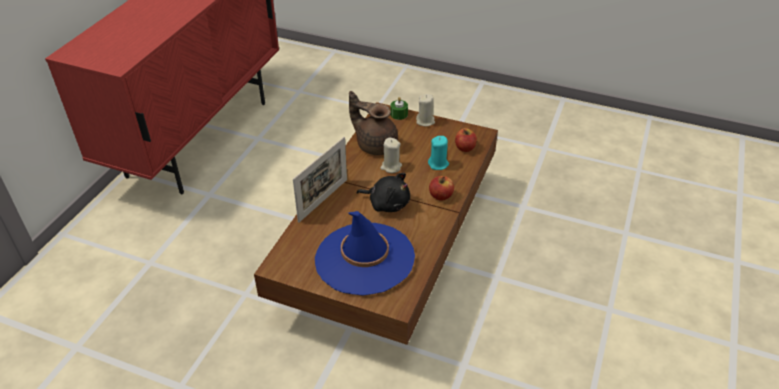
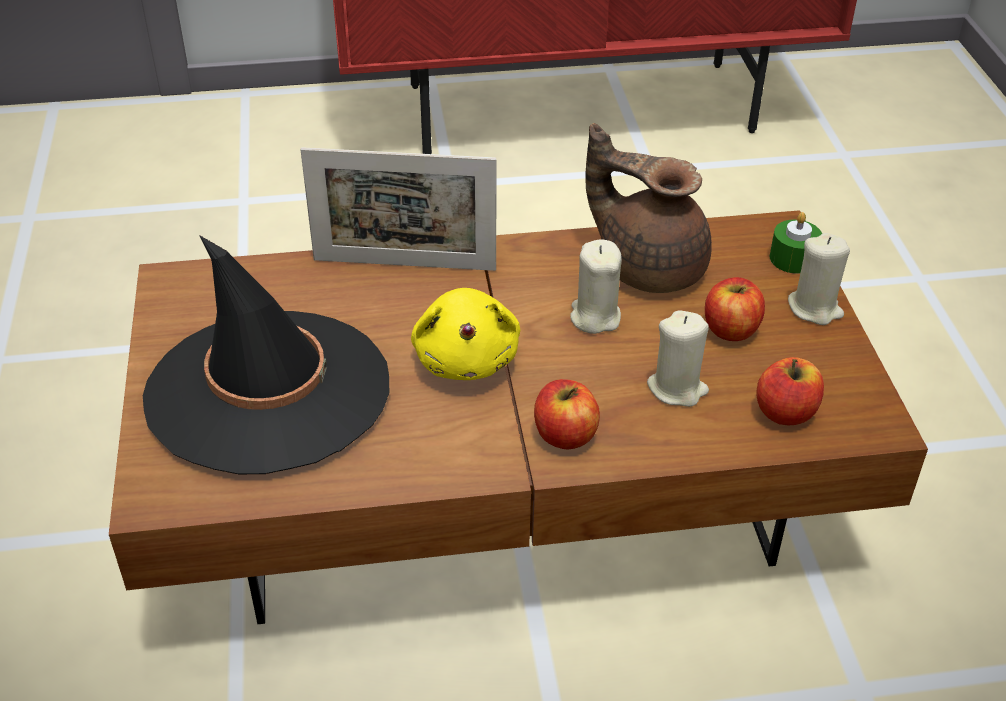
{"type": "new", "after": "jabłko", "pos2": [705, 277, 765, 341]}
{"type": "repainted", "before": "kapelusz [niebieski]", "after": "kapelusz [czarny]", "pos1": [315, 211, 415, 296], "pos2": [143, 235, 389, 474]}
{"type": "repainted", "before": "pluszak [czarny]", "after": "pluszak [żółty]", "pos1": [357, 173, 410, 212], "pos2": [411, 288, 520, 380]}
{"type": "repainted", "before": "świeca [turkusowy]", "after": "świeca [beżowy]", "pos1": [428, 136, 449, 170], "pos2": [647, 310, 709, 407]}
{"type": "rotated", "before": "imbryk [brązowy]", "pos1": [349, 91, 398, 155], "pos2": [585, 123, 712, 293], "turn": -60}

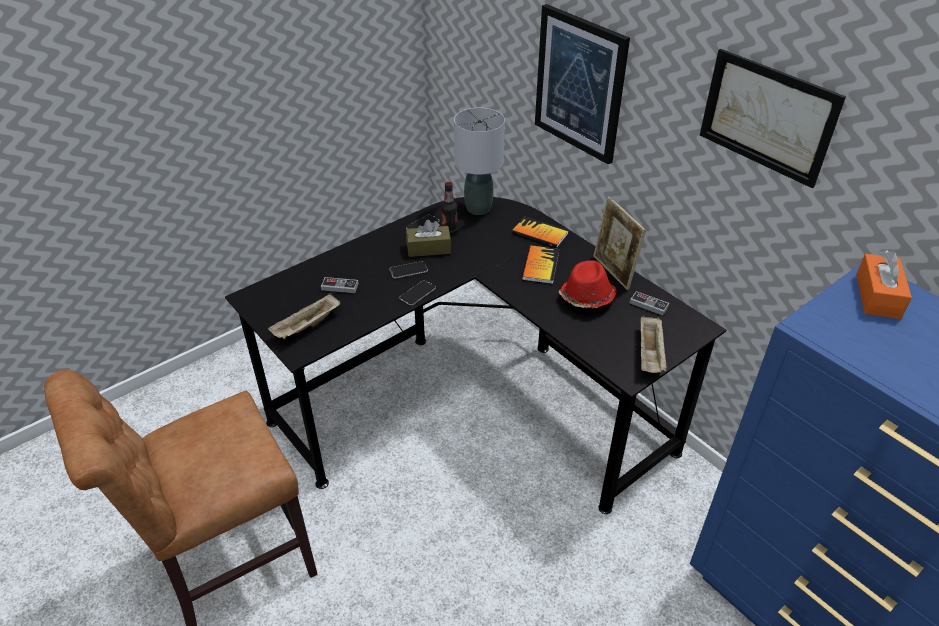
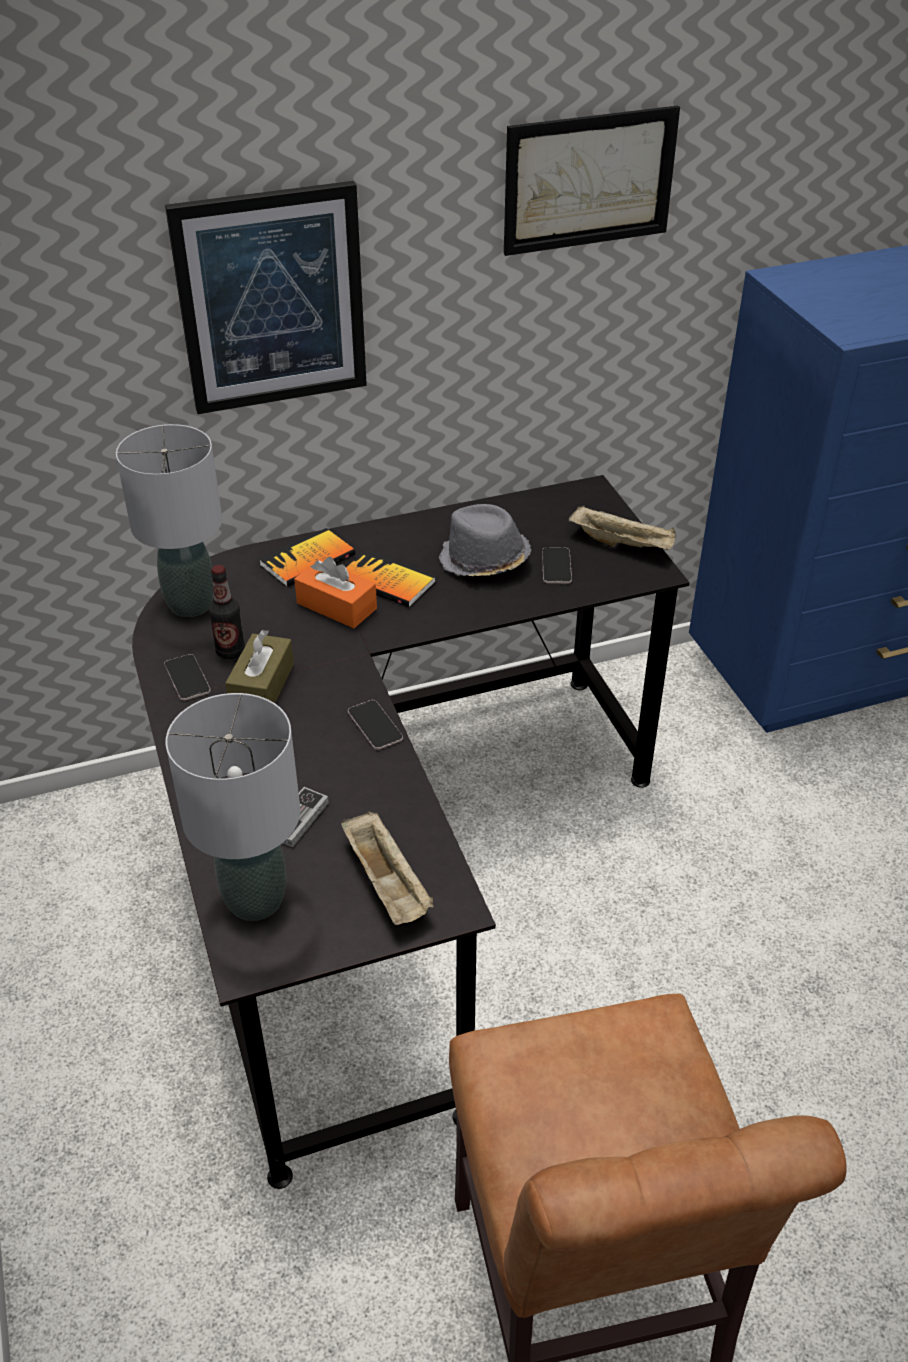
{"type": "gone", "before": "ramka na zdjęcie", "pos1": [593, 196, 646, 290]}
{"type": "gone", "before": "pad do gier", "pos1": [630, 291, 669, 316]}
{"type": "new", "after": "lampa stołowa [szary]", "pos2": [165, 693, 300, 921]}
{"type": "shifted", "before": "telefon", "pos1": [390, 261, 428, 278], "pos2": [542, 547, 572, 584]}
{"type": "shifted", "before": "pudełko chusteczek [pomarańczowy]", "pos1": [856, 250, 912, 319], "pos2": [294, 557, 377, 628]}
{"type": "repainted", "before": "kapelusz [czerwony]", "after": "kapelusz [szary]", "pos1": [558, 260, 617, 308], "pos2": [439, 504, 531, 576]}

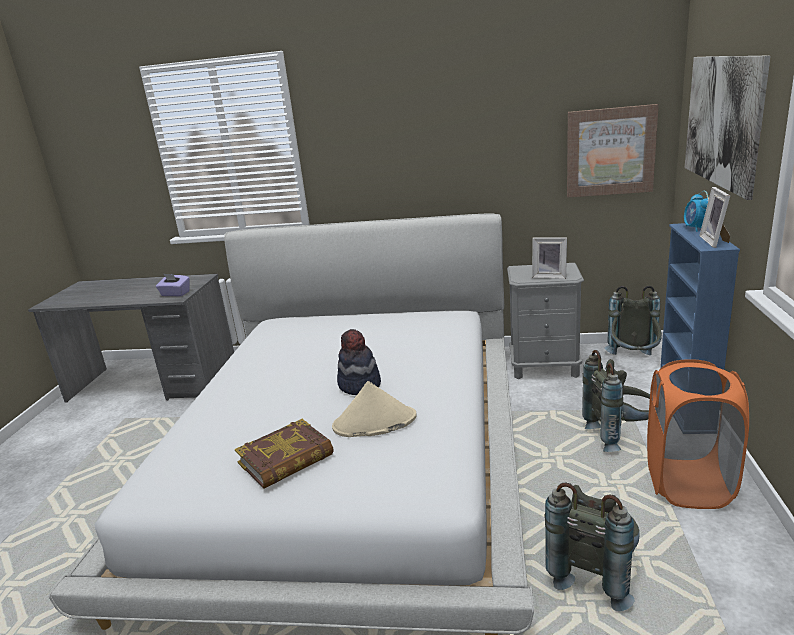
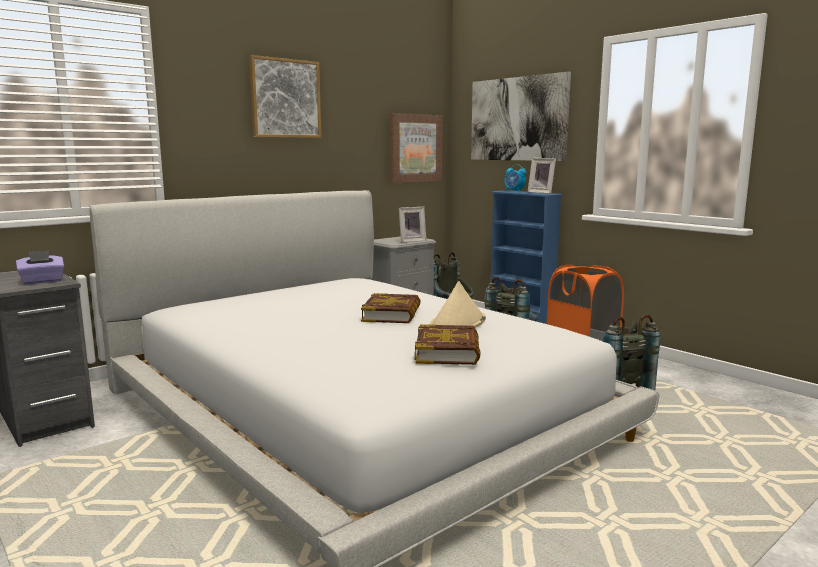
{"type": "new", "after": "obraz", "pos2": [249, 55, 321, 138]}
{"type": "swapped", "before": "kapelusz", "after": "książka", "pos1": [337, 329, 381, 395], "pos2": [361, 293, 421, 323]}

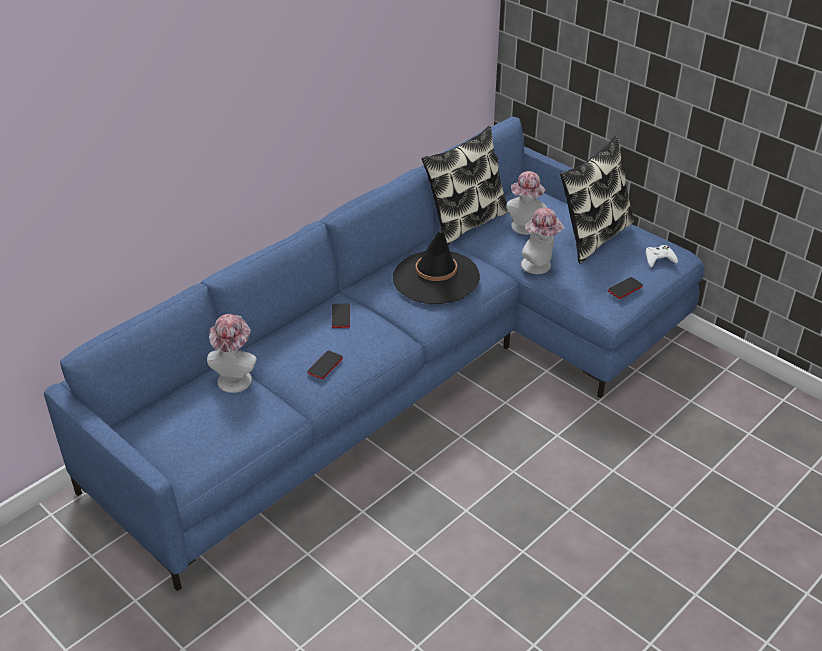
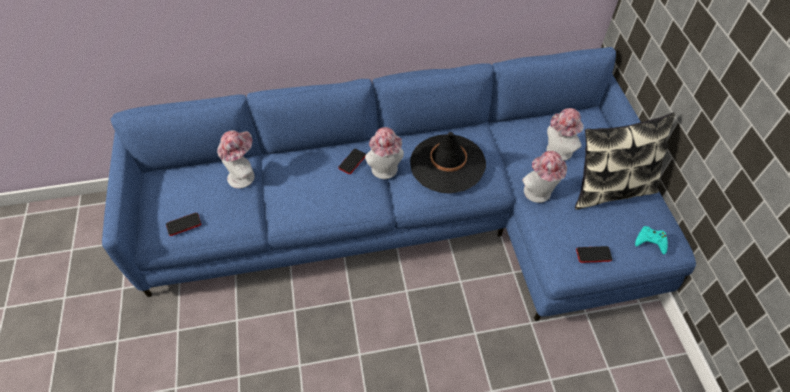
{"type": "gone", "before": "poduszka", "pos1": [422, 126, 508, 245]}
{"type": "new", "after": "kapelusz", "pos2": [365, 127, 404, 179]}
{"type": "shifted", "before": "telefon", "pos1": [308, 350, 343, 379], "pos2": [166, 213, 201, 236]}
{"type": "repainted", "before": "pad do gier [biały]", "after": "pad do gier [turkusowy]", "pos1": [646, 245, 678, 268], "pos2": [635, 226, 668, 254]}

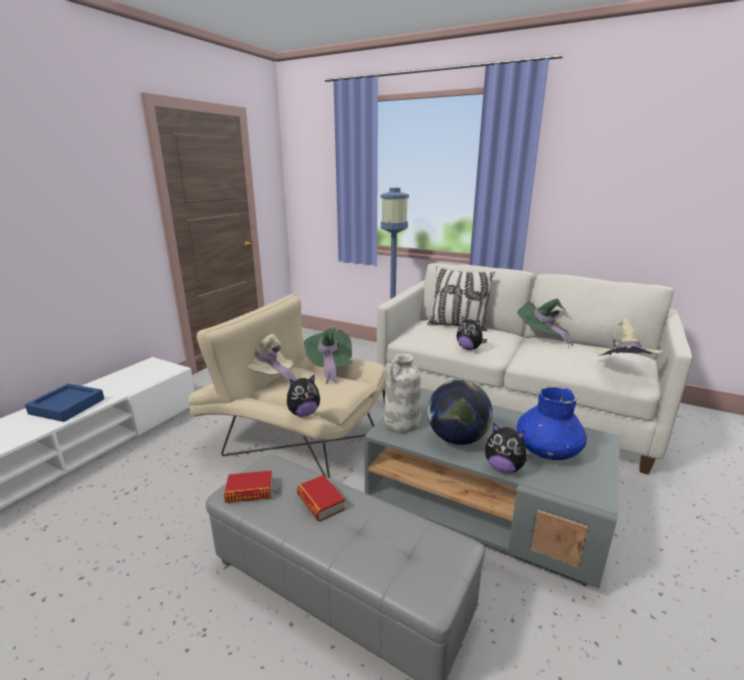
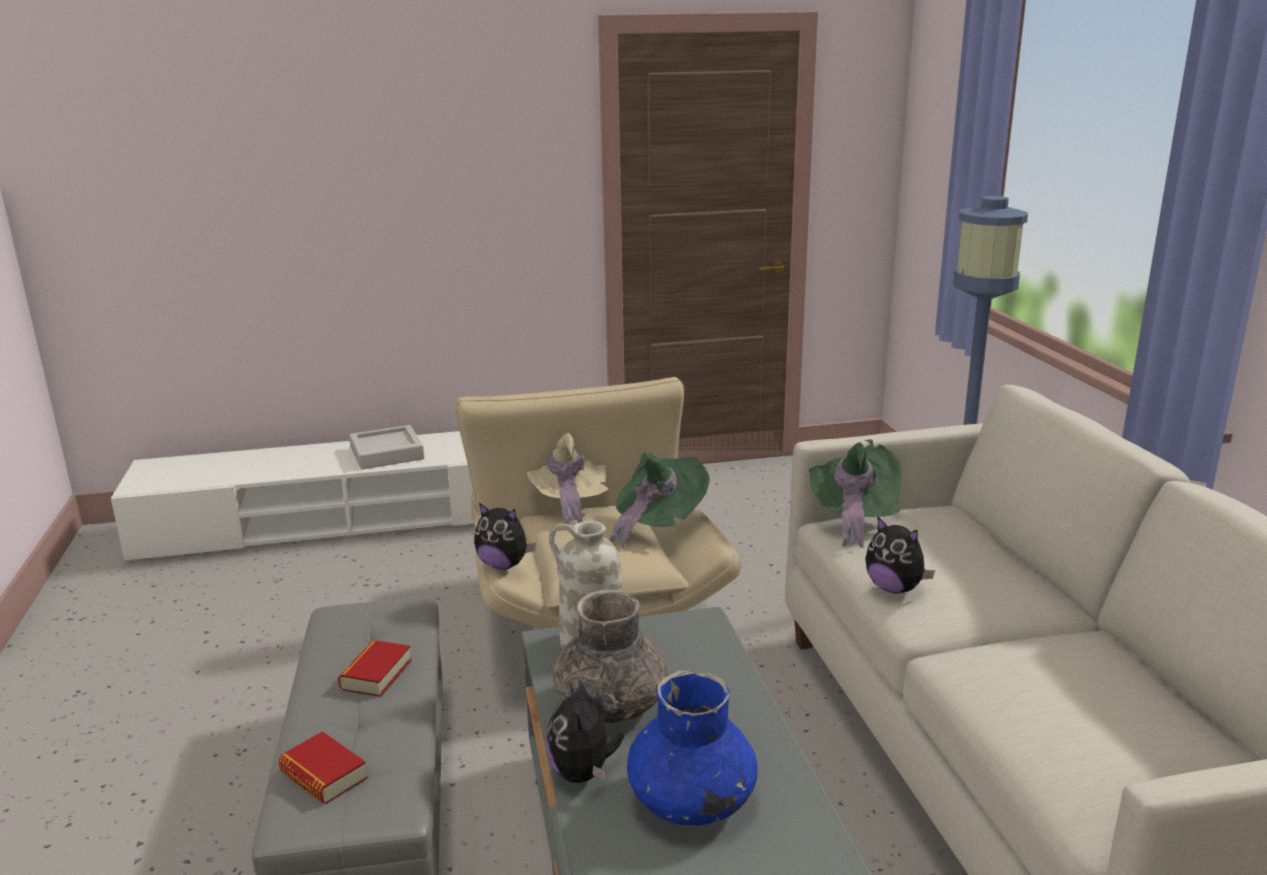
{"type": "gone", "before": "poduszka", "pos1": [427, 266, 495, 331]}
{"type": "gone", "before": "kapelusz [beżowy]", "pos1": [593, 318, 663, 356]}
{"type": "shifted", "before": "książka", "pos1": [224, 470, 273, 503], "pos2": [278, 731, 368, 804]}
{"type": "shifted", "before": "kapelusz [zielony]", "pos1": [517, 299, 574, 346], "pos2": [809, 439, 901, 548]}
{"type": "swapped", "before": "globus", "after": "wazon [szary]", "pos1": [427, 380, 493, 445], "pos2": [553, 589, 669, 723]}
{"type": "repainted", "before": "taca [niebieski]", "after": "taca [szary]", "pos1": [25, 384, 104, 422], "pos2": [349, 425, 424, 469]}
{"type": "rotated", "before": "pluszak", "pos1": [456, 316, 487, 350], "pos2": [865, 516, 935, 593], "turn": -45}

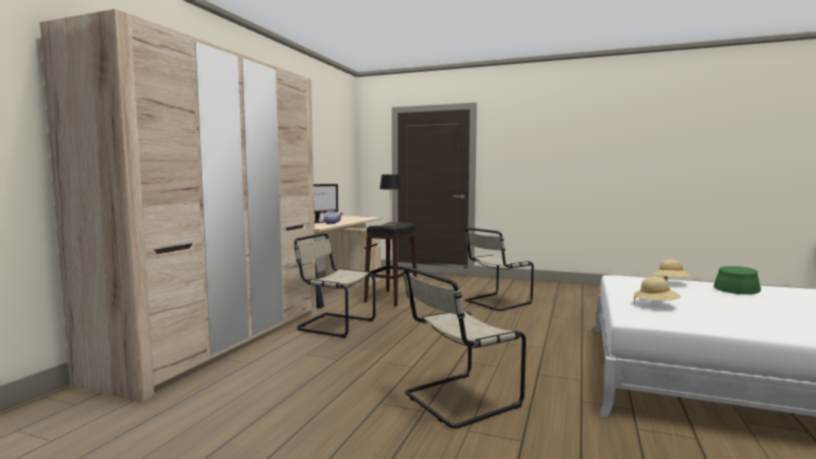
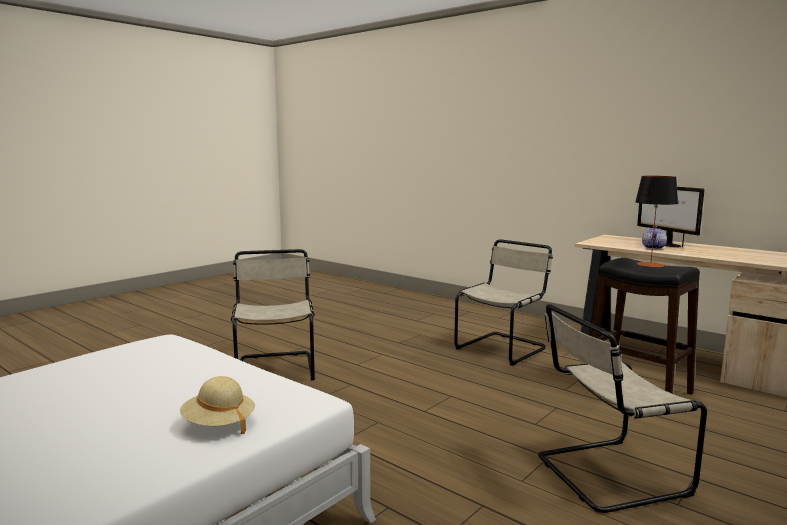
{"type": "gone", "before": "szafa [beżowy]", "pos1": [40, 9, 316, 402]}
{"type": "gone", "before": "kapelusz [beżowy]", "pos1": [634, 276, 681, 304]}
{"type": "gone", "before": "kapelusz [zielony]", "pos1": [714, 266, 761, 294]}
{"type": "rotated", "before": "krzesło [beżowy]", "pos1": [465, 227, 534, 311], "pos2": [538, 304, 707, 513], "turn": -90}

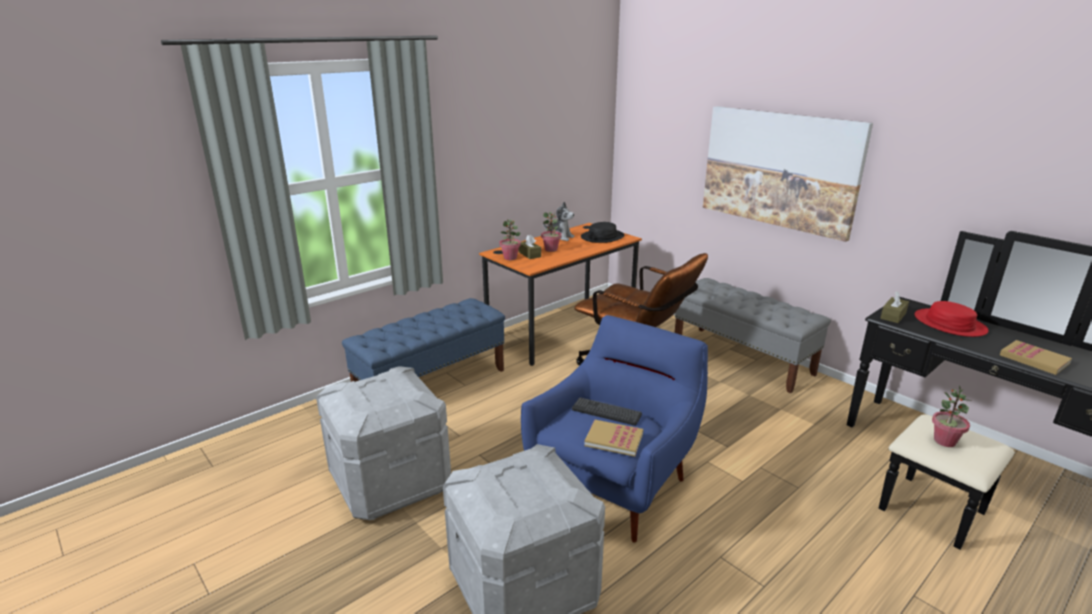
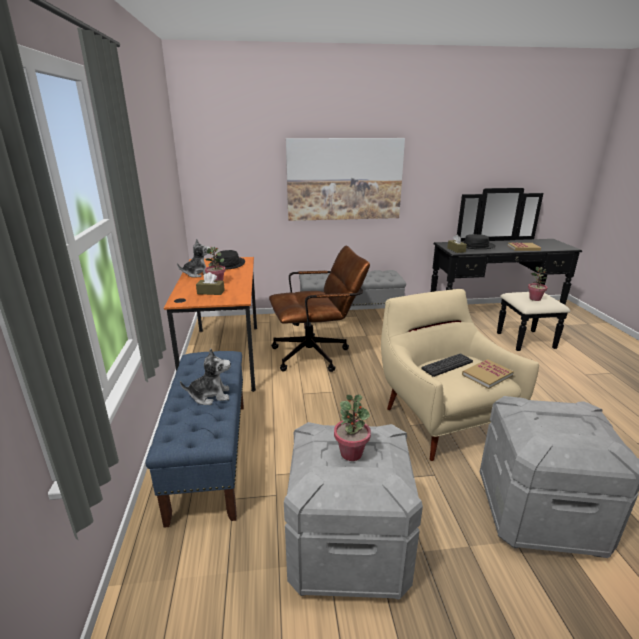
{"type": "new", "after": "pluszak", "pos2": [180, 348, 231, 405]}
{"type": "shifted", "before": "roślina doniczkowa", "pos1": [499, 219, 521, 260], "pos2": [334, 394, 371, 461]}
{"type": "repainted", "before": "fotel [niebieski]", "after": "fotel [beżowy]", "pos1": [521, 315, 708, 542], "pos2": [381, 289, 539, 461]}
{"type": "repainted", "before": "kapelusz [czerwony]", "after": "kapelusz [czarny]", "pos1": [914, 301, 989, 337], "pos2": [461, 234, 496, 249]}

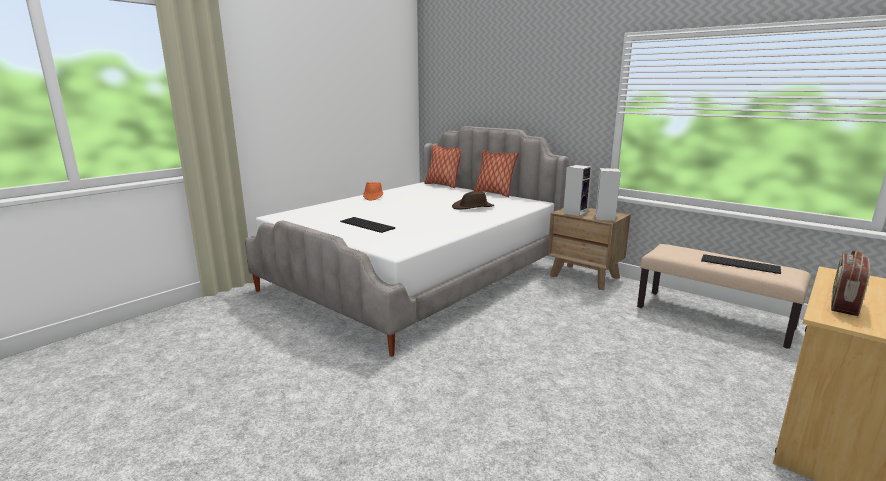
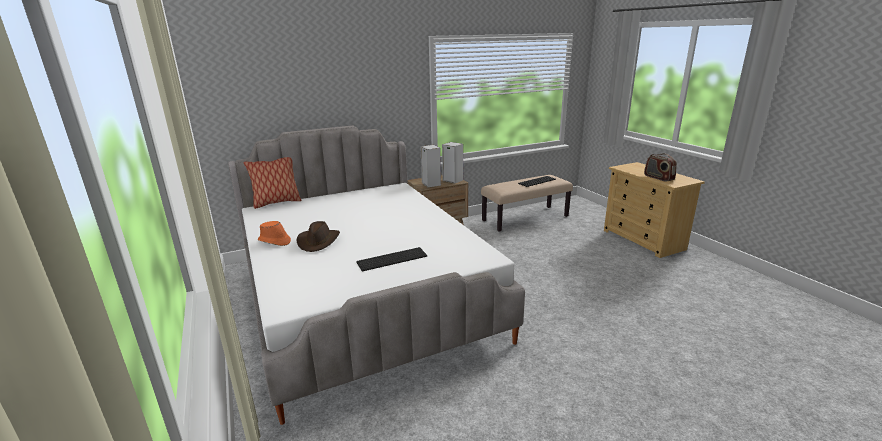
{"type": "gone", "before": "poduszka", "pos1": [474, 150, 519, 197]}
{"type": "shifted", "before": "kapelusz [brązowy]", "pos1": [452, 191, 494, 209], "pos2": [296, 221, 340, 252]}

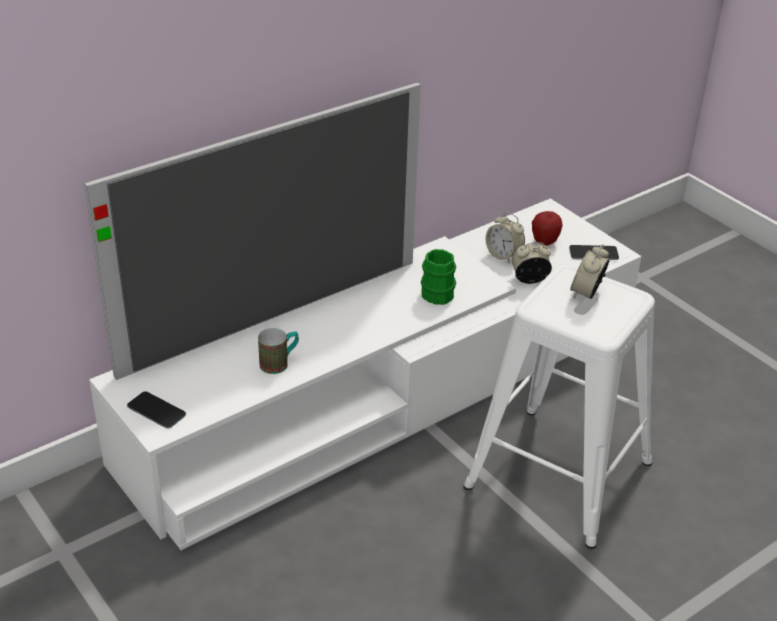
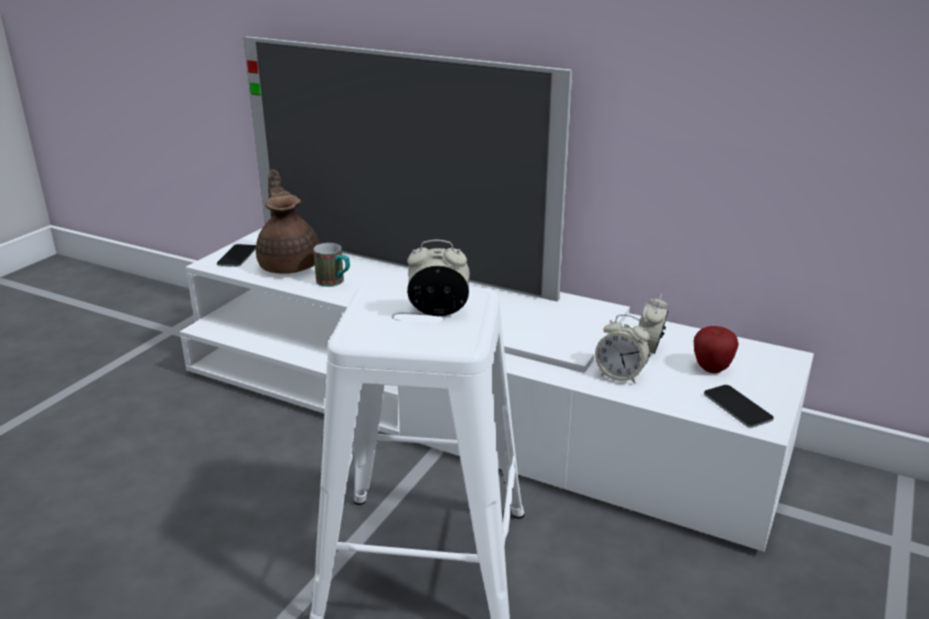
{"type": "gone", "before": "kubek [zielony]", "pos1": [421, 249, 456, 305]}
{"type": "new", "after": "imbryk [brązowy]", "pos2": [256, 170, 320, 274]}
{"type": "rotated", "before": "budzik", "pos1": [512, 242, 552, 284], "pos2": [595, 315, 650, 384], "turn": 150}

